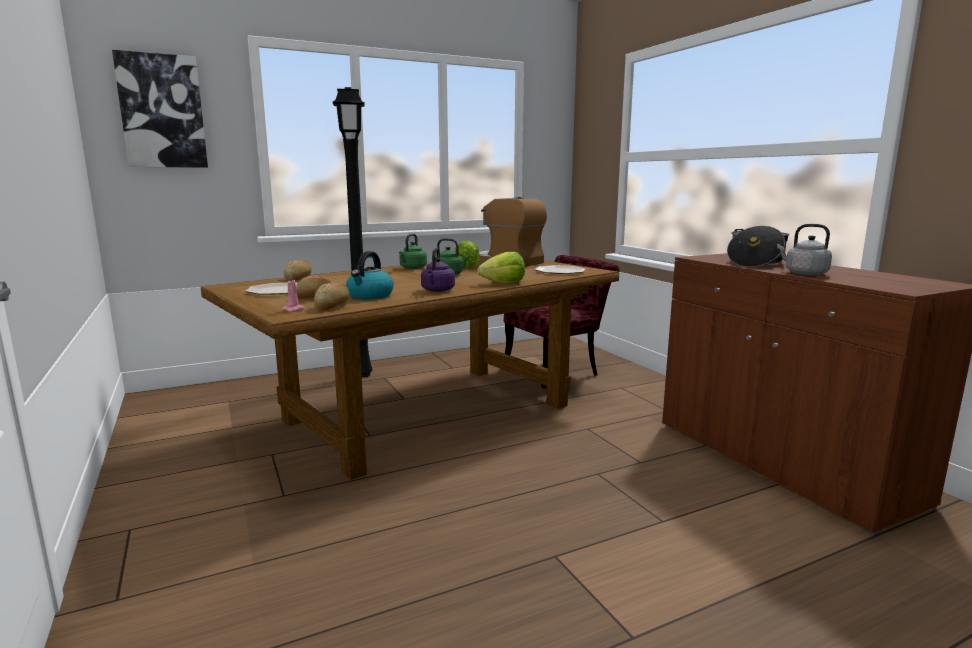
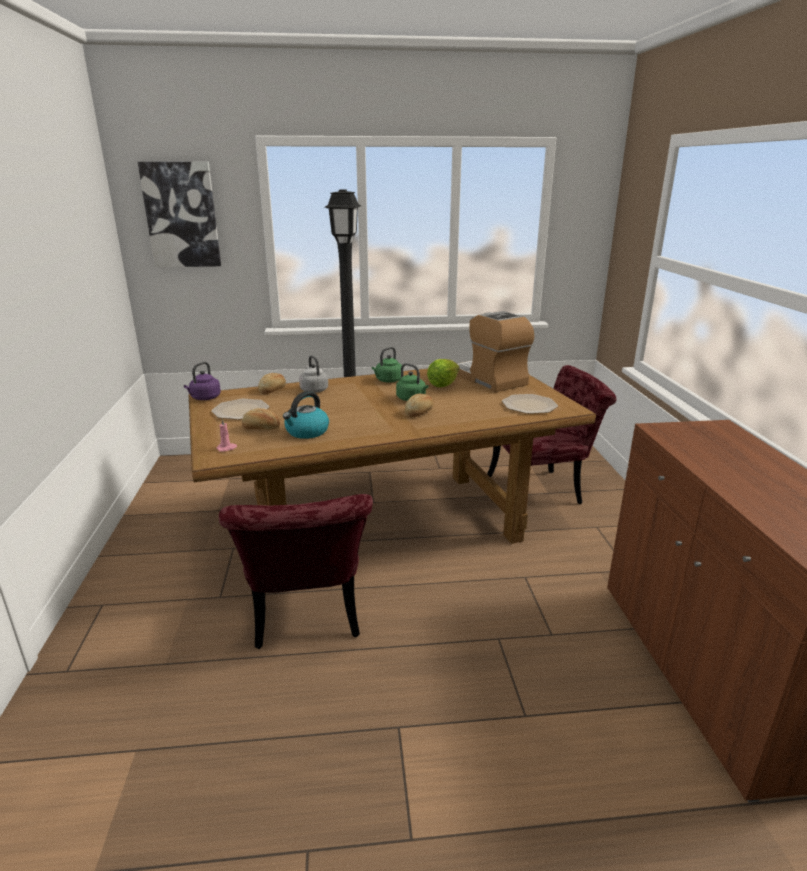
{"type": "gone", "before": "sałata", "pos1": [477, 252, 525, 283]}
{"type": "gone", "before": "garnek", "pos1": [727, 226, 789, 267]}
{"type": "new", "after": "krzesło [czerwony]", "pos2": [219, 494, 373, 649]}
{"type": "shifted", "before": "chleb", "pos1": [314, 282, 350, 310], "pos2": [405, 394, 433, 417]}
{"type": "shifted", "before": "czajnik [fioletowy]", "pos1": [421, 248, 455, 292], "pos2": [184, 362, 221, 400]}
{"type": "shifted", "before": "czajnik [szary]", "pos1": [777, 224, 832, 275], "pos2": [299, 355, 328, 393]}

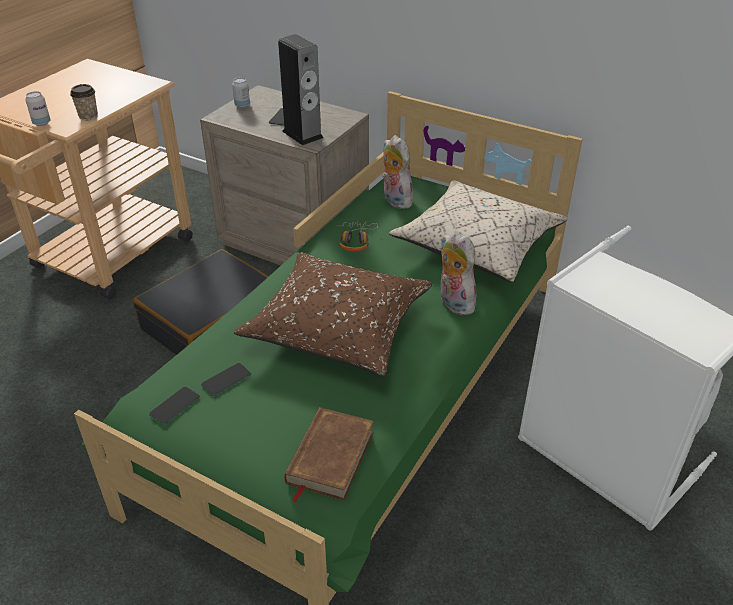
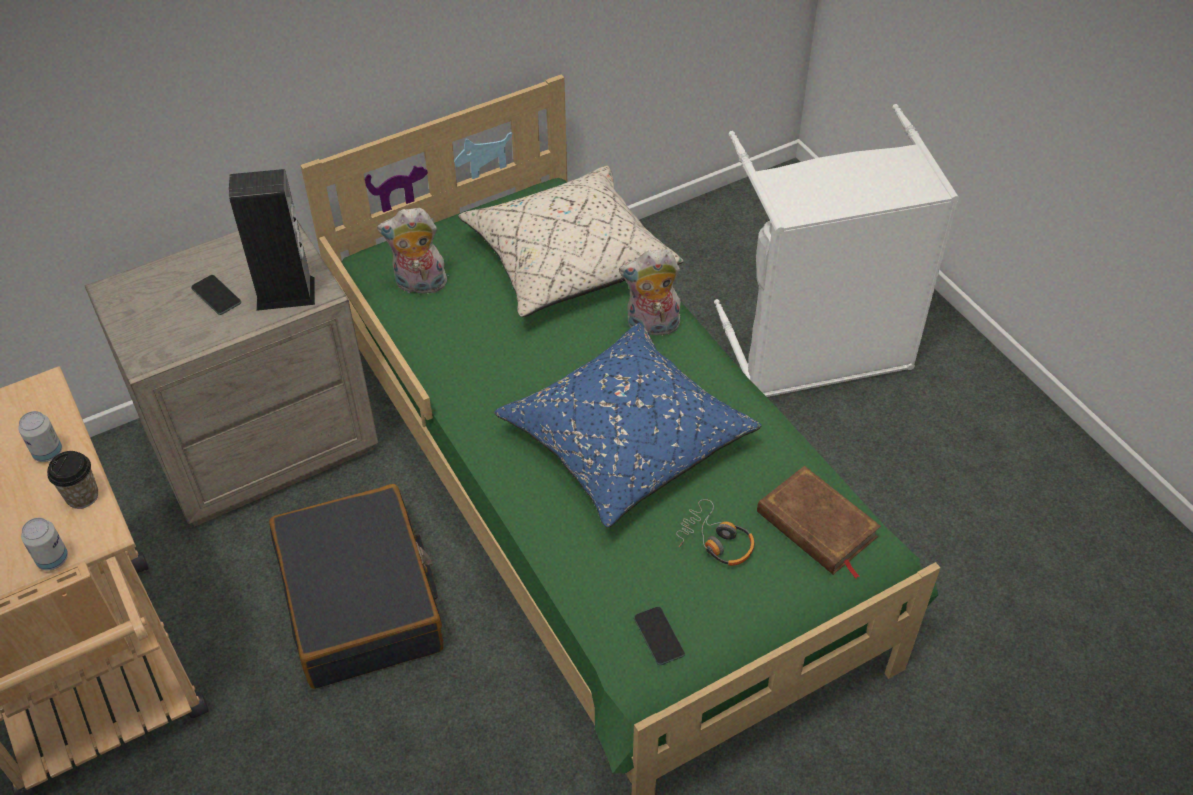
{"type": "gone", "before": "telefon", "pos1": [201, 363, 251, 396]}
{"type": "shifted", "before": "puszka", "pos1": [232, 78, 250, 108], "pos2": [18, 411, 62, 462]}
{"type": "shifted", "before": "słuchawki", "pos1": [339, 222, 378, 251], "pos2": [676, 499, 754, 566]}
{"type": "repainted", "before": "poduszka [brązowy]", "after": "poduszka [niebieski]", "pos1": [234, 252, 433, 377], "pos2": [494, 323, 762, 528]}

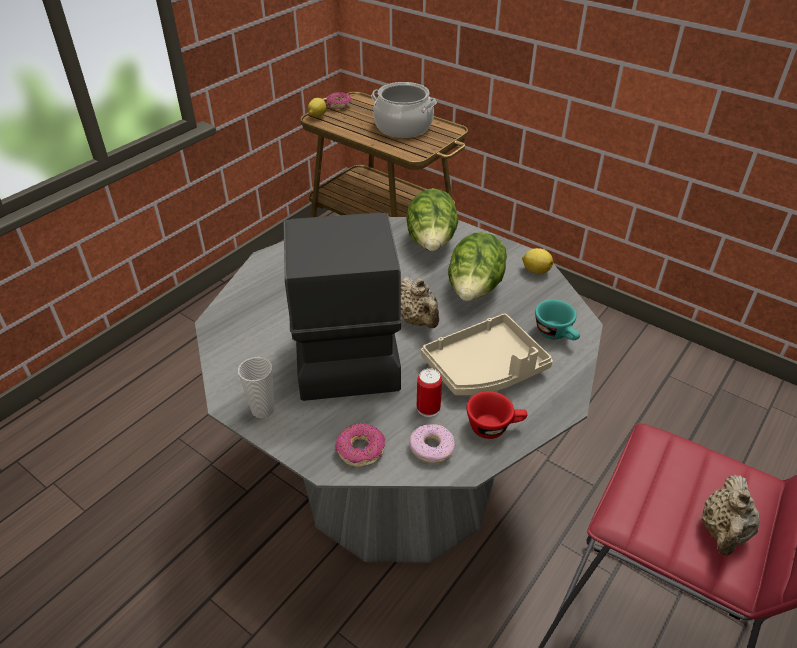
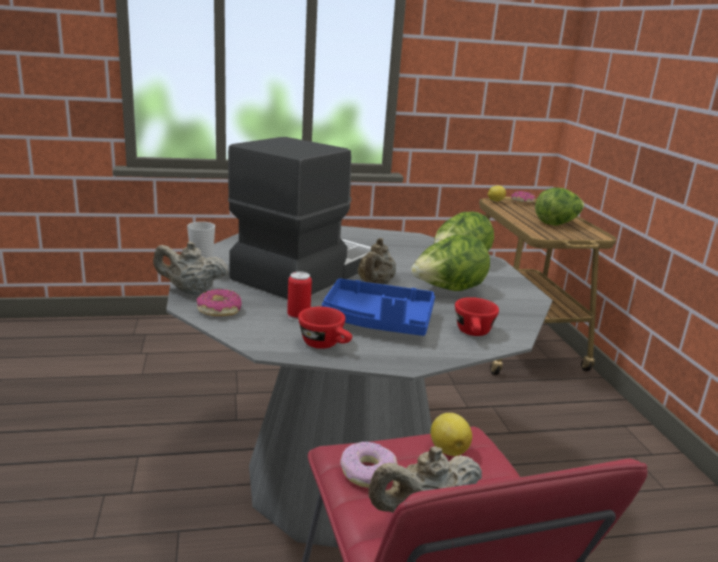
{"type": "new", "after": "imbryk [beżowy]", "pos2": [153, 241, 228, 295]}
{"type": "shifted", "before": "donut", "pos1": [409, 424, 456, 464], "pos2": [340, 442, 398, 488]}
{"type": "shifted", "before": "cytryna", "pos1": [522, 248, 553, 274], "pos2": [431, 413, 472, 456]}
{"type": "swapped", "before": "garnek", "after": "sałata", "pos1": [371, 82, 437, 138], "pos2": [535, 187, 584, 226]}
{"type": "repainted", "before": "taca [beżowy]", "after": "taca [niebieski]", "pos1": [421, 313, 553, 396], "pos2": [322, 278, 435, 336]}
{"type": "repainted", "before": "filiżanka [turkusowy]", "after": "filiżanka [czerwony]", "pos1": [535, 300, 580, 340], "pos2": [455, 297, 499, 336]}

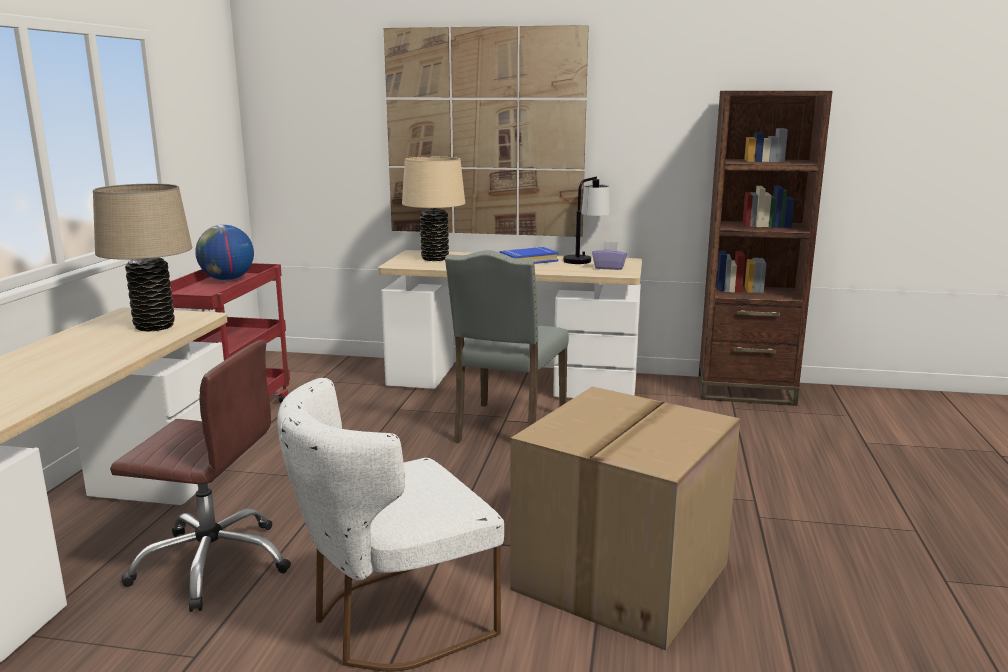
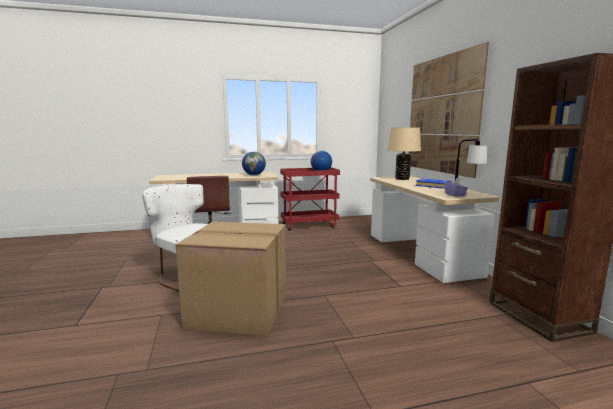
{"type": "gone", "before": "krzesło [szary]", "pos1": [445, 250, 569, 443]}
{"type": "swapped", "before": "lampa stołowa [beżowy]", "after": "globus", "pos1": [93, 184, 192, 331], "pos2": [242, 152, 266, 175]}

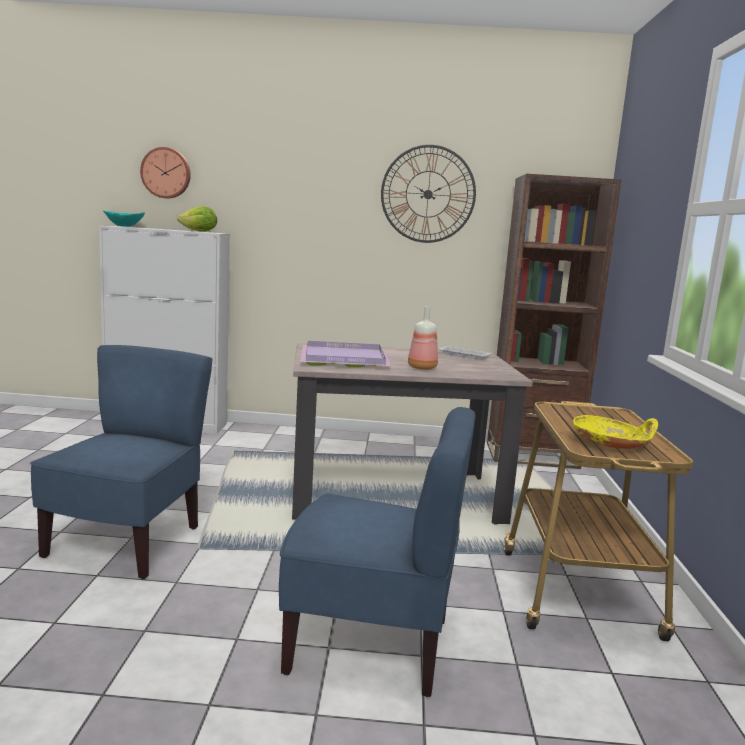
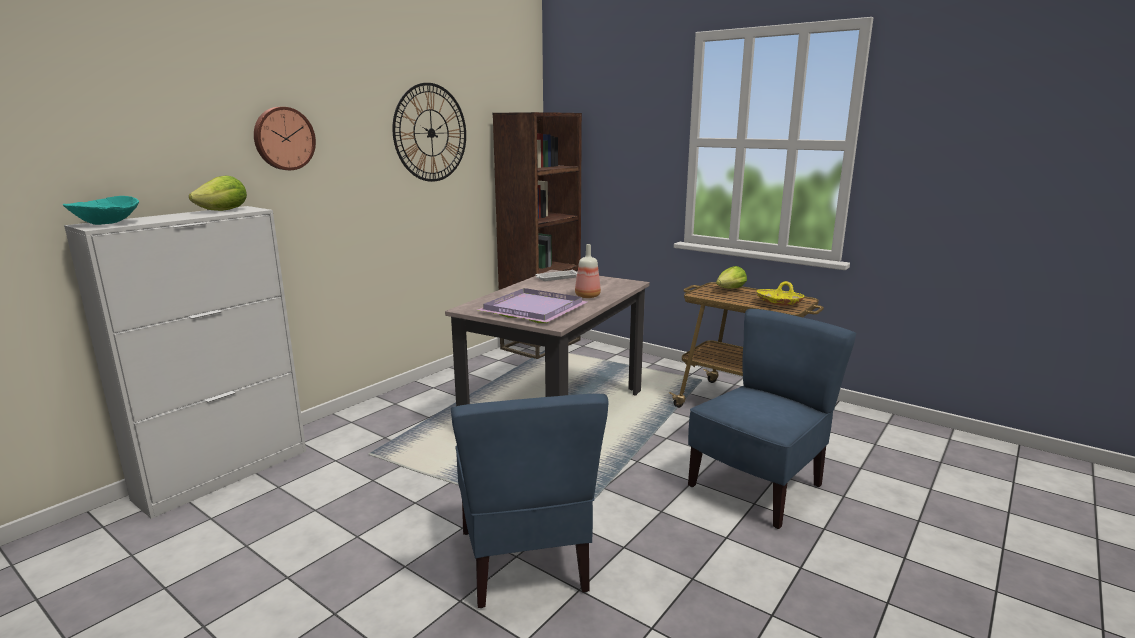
{"type": "new", "after": "sałata", "pos2": [716, 266, 747, 289]}
{"type": "shifted", "before": "zegar ścienny", "pos1": [140, 147, 191, 199], "pos2": [254, 107, 316, 170]}
{"type": "rotated", "before": "krzesło [niebieski]", "pos1": [30, 345, 212, 579], "pos2": [451, 394, 609, 608], "turn": -150}

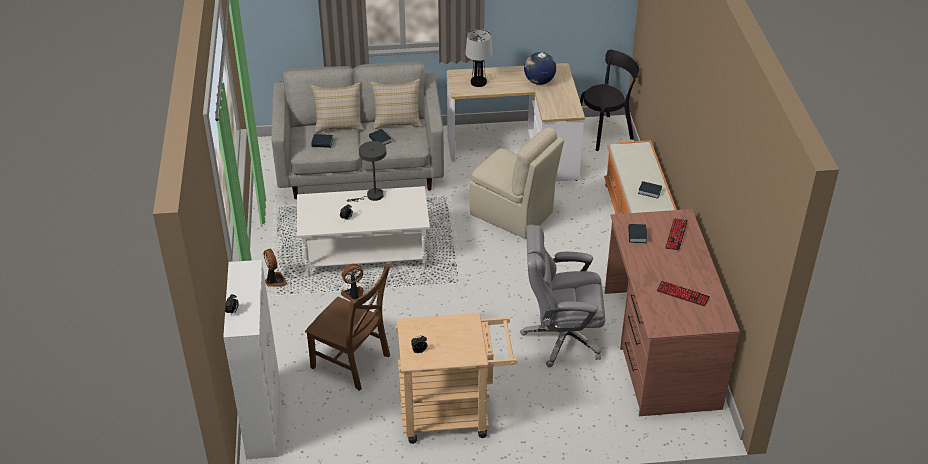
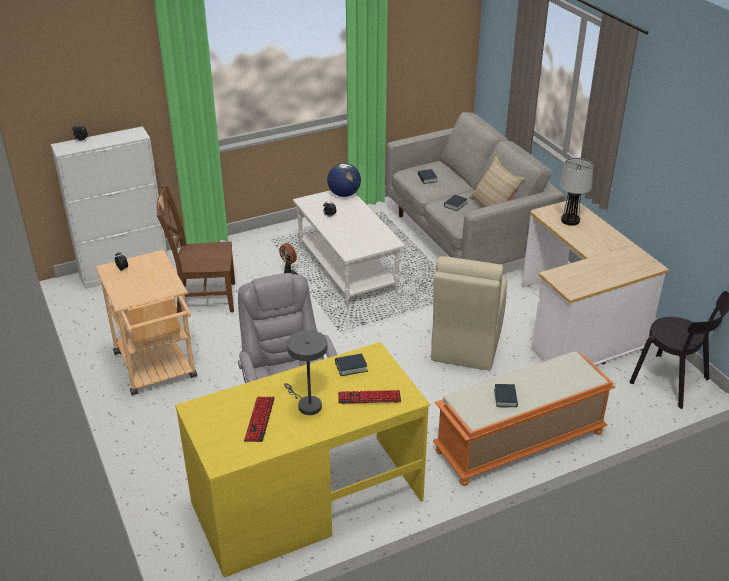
{"type": "gone", "before": "wentylator", "pos1": [263, 249, 287, 287]}
{"type": "gone", "before": "poduszka [beżowy]", "pos1": [311, 82, 364, 133]}
{"type": "shifted", "before": "lampa stołowa [szary]", "pos1": [347, 141, 386, 202], "pos2": [284, 330, 327, 415]}
{"type": "shifted", "before": "globus", "pos1": [524, 52, 556, 85], "pos2": [327, 163, 361, 197]}
{"type": "repainted", "before": "biurko [brązowy]", "after": "biurko [żółty]", "pos1": [605, 209, 740, 416], "pos2": [175, 342, 430, 577]}
{"type": "rotated", "before": "krzesło [brązowy]", "pos1": [305, 264, 391, 391], "pos2": [156, 185, 235, 313], "turn": 75}

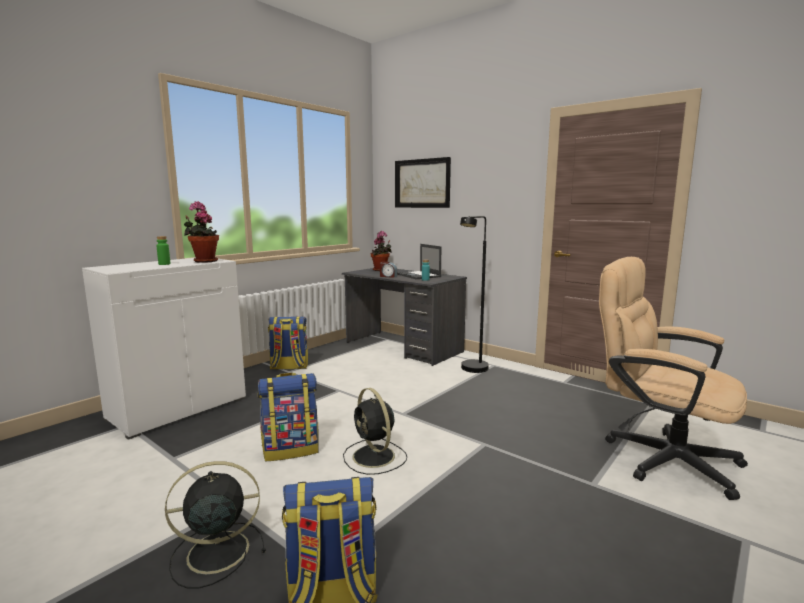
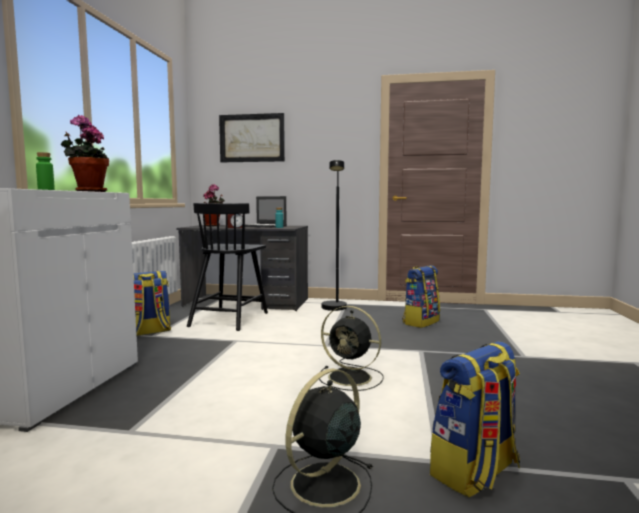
{"type": "gone", "before": "krzesło biurowe [beżowy]", "pos1": [599, 257, 748, 500]}
{"type": "new", "after": "krzesło [czarny]", "pos2": [187, 203, 268, 331]}
{"type": "shifted", "before": "plecak", "pos1": [258, 373, 319, 461], "pos2": [402, 265, 440, 328]}

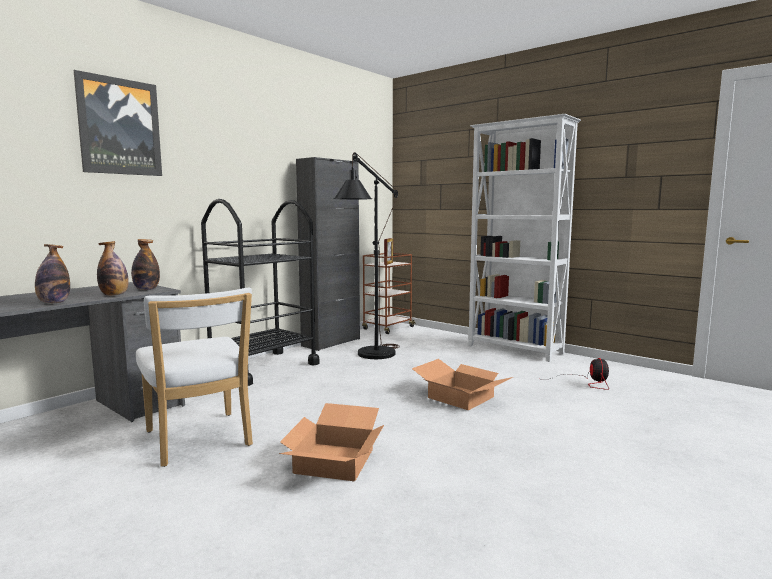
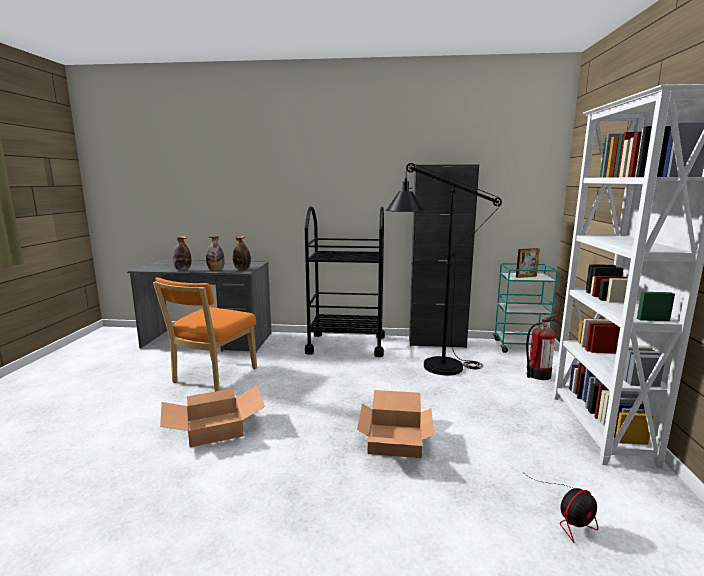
{"type": "gone", "before": "obraz", "pos1": [74, 70, 162, 176]}
{"type": "new", "after": "gaśnica", "pos2": [526, 314, 558, 380]}
{"type": "repainted", "before": "krzesło [biały]", "after": "krzesło [pomarańczowy]", "pos1": [136, 288, 253, 467], "pos2": [153, 277, 257, 392]}
{"type": "repainted", "before": "wózek [brązowy]", "after": "wózek [turkusowy]", "pos1": [362, 253, 416, 334], "pos2": [493, 263, 558, 353]}

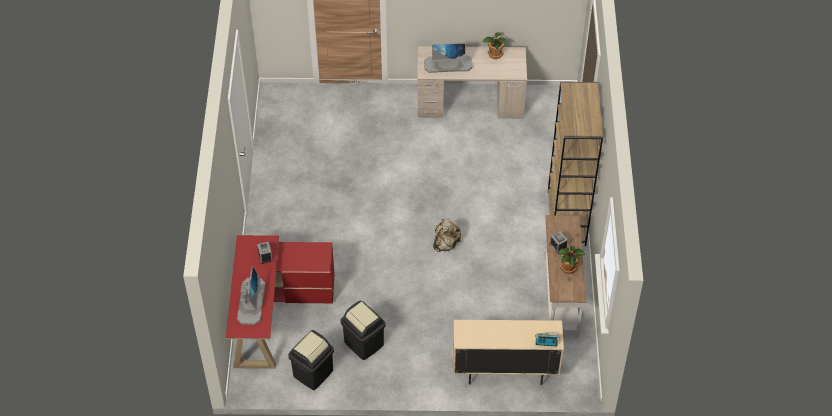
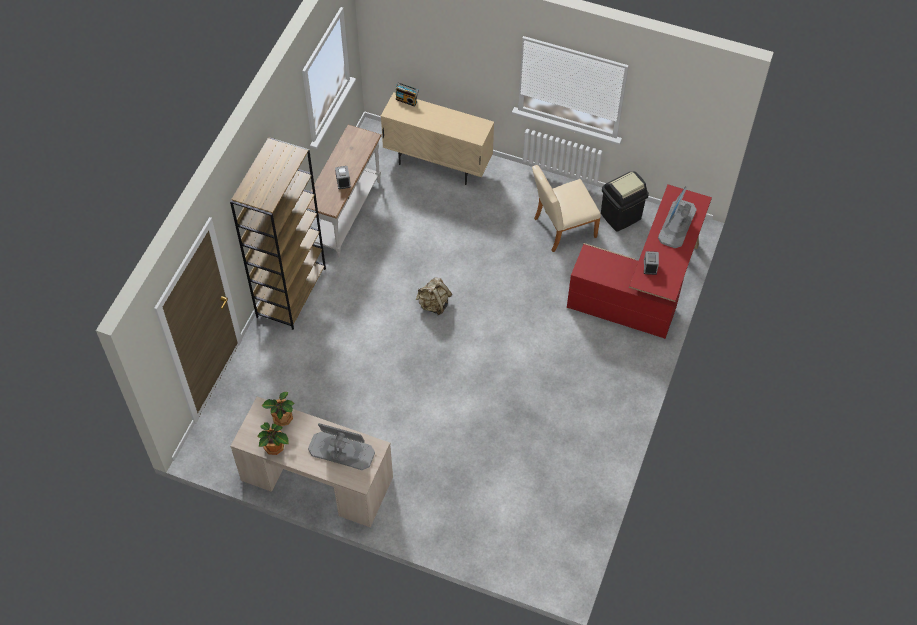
{"type": "shifted", "before": "roślina doniczkowa", "pos1": [559, 246, 585, 274], "pos2": [262, 392, 294, 426]}
{"type": "swapped", "before": "kosz na śmieci [czarny]", "after": "krzesło [beżowy]", "pos1": [341, 301, 385, 360], "pos2": [532, 165, 601, 252]}

